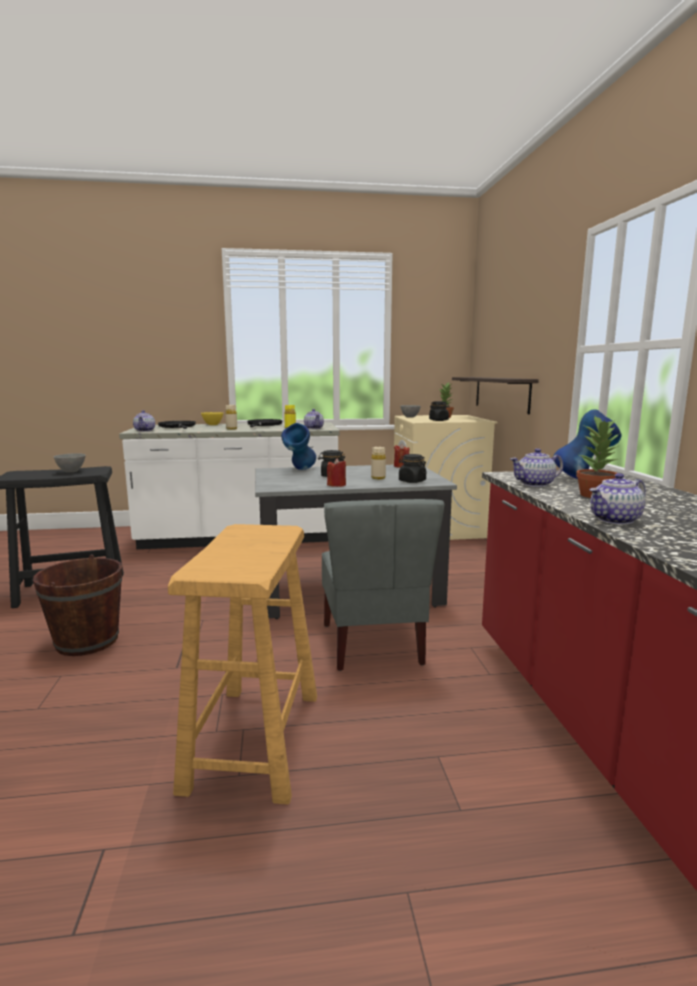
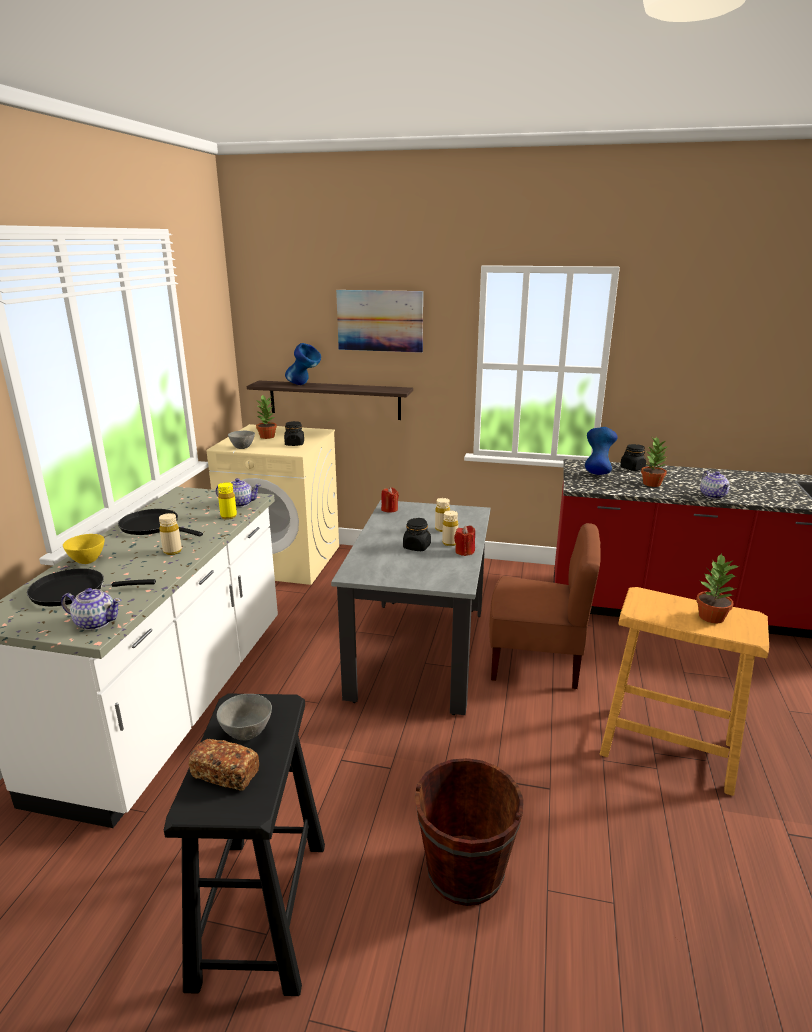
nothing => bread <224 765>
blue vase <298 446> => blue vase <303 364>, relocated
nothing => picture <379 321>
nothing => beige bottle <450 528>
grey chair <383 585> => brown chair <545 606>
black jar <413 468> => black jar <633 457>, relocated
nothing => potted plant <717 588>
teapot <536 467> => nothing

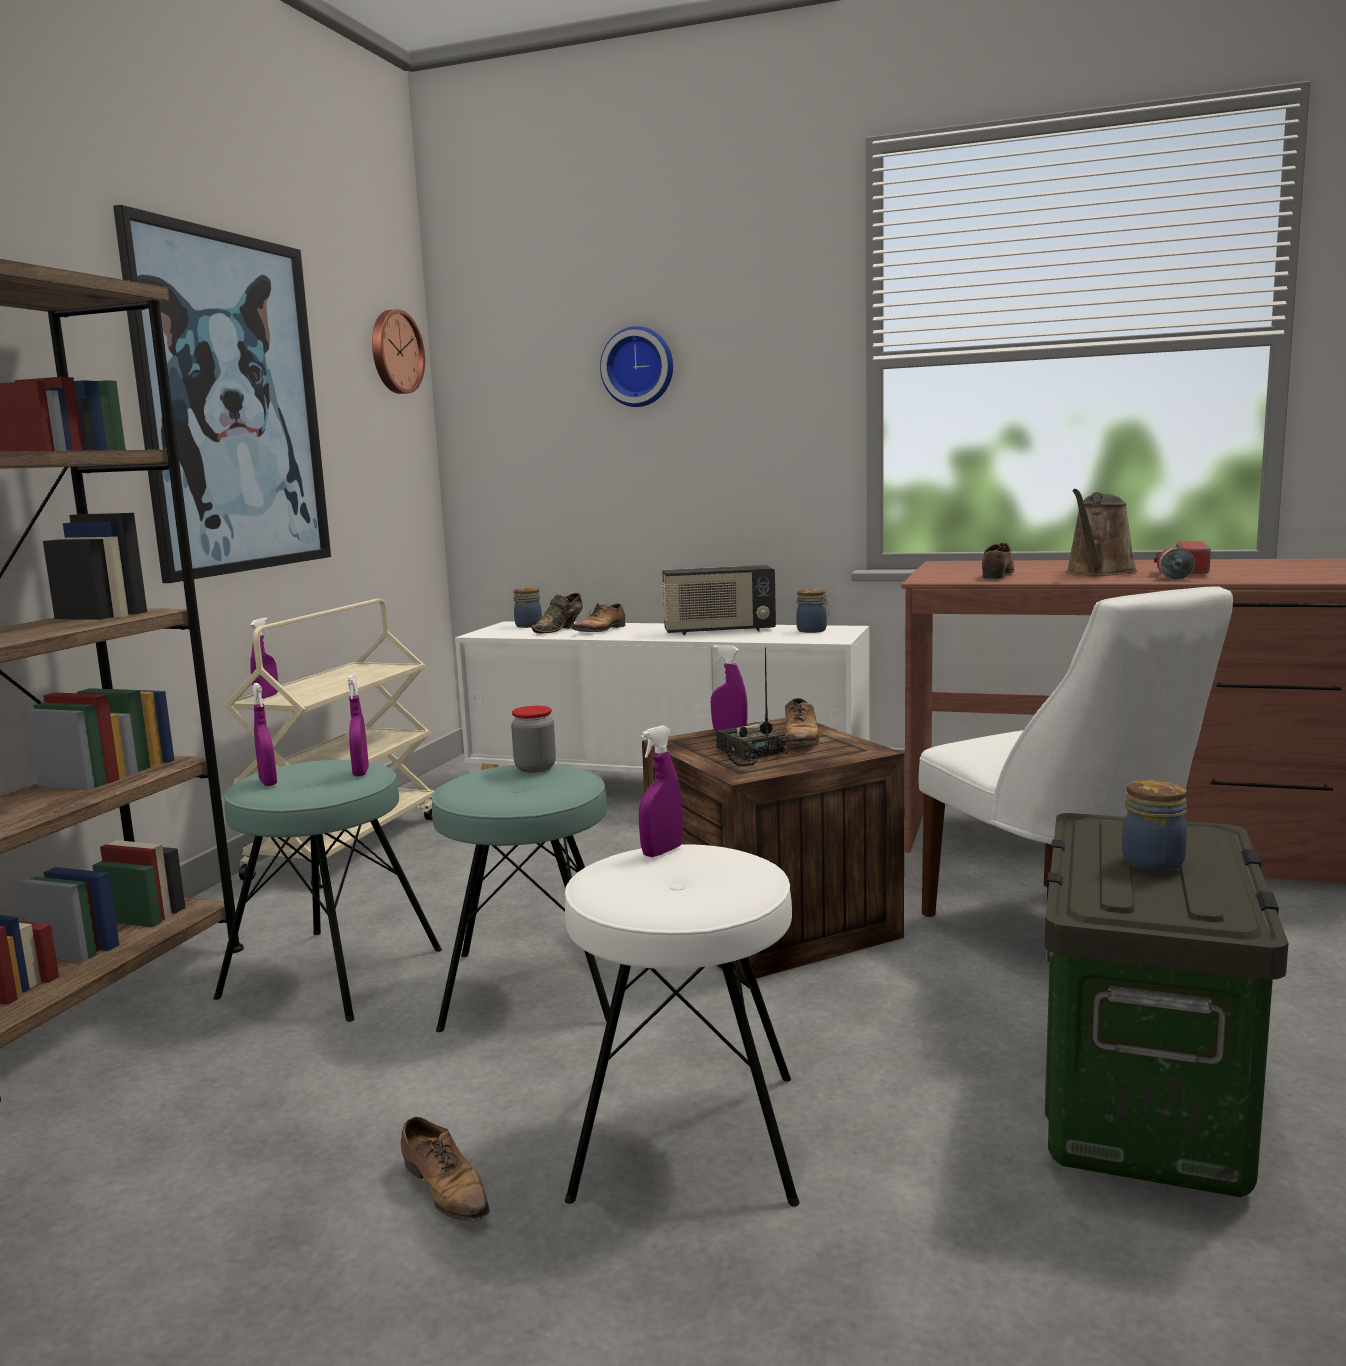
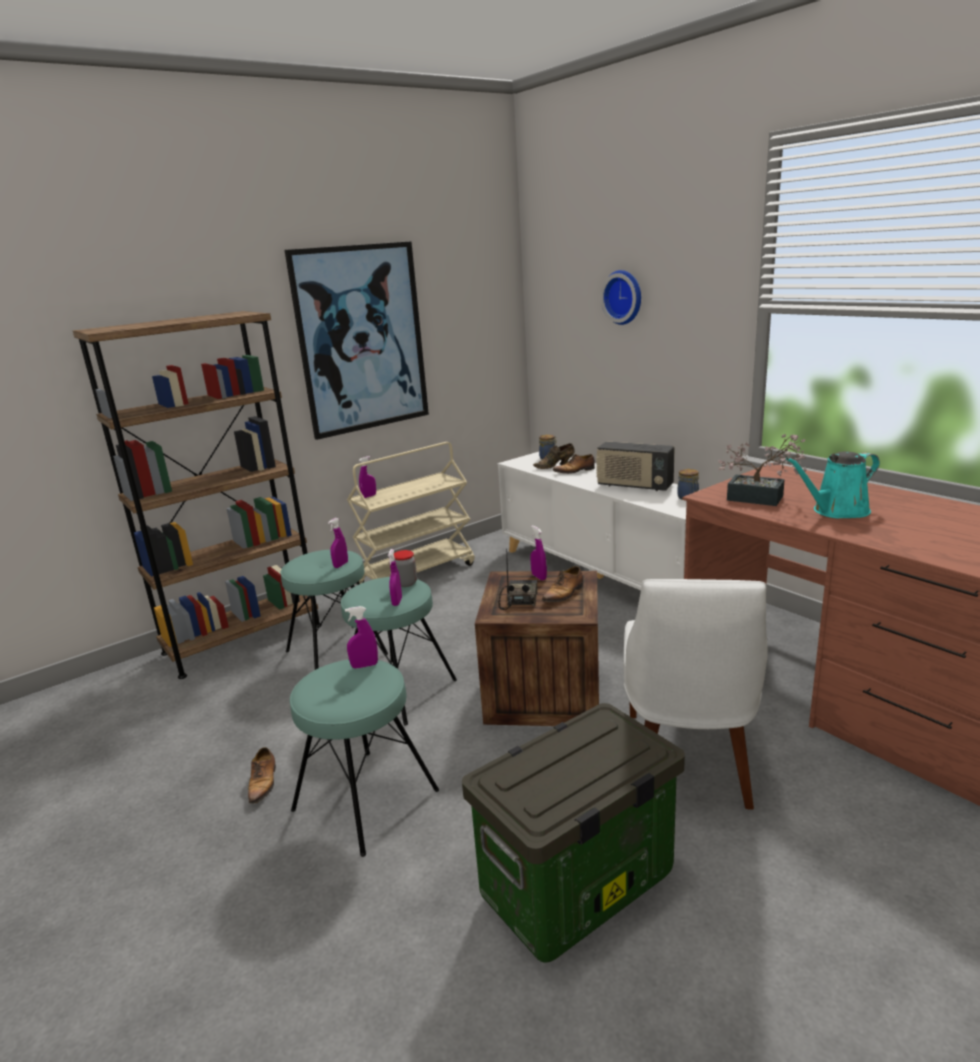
white stool <682 1025> => turquoise stool <364 758>
purple spray bottle <265 734> => purple spray bottle <395 577>, relocated
shoe <998 561> => potted plant <762 470>
brown watering can <1101 532> => turquoise watering can <833 485>
wall clock <398 351> => nothing
jar <1154 825> => nothing
flashlight <1182 560> => nothing

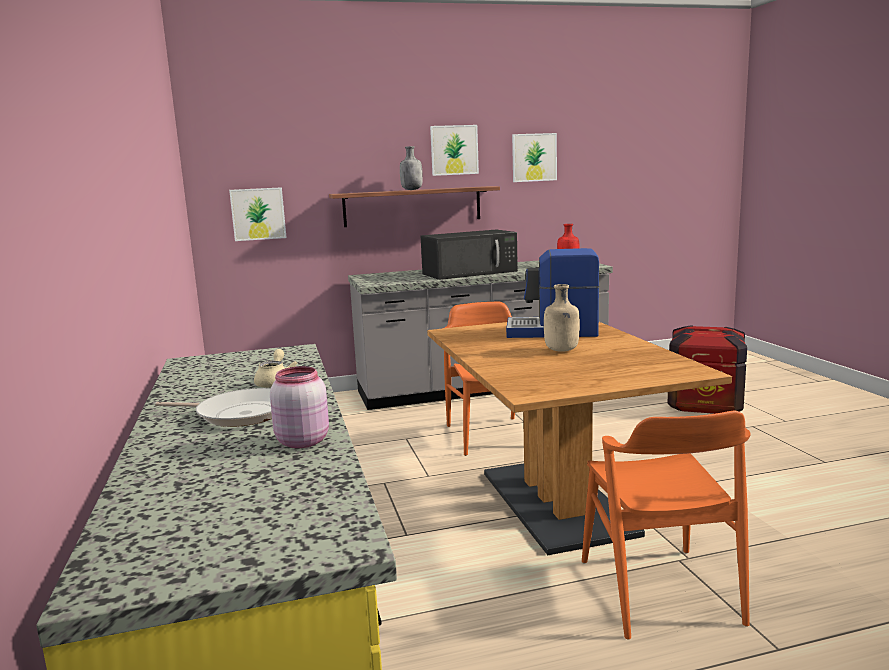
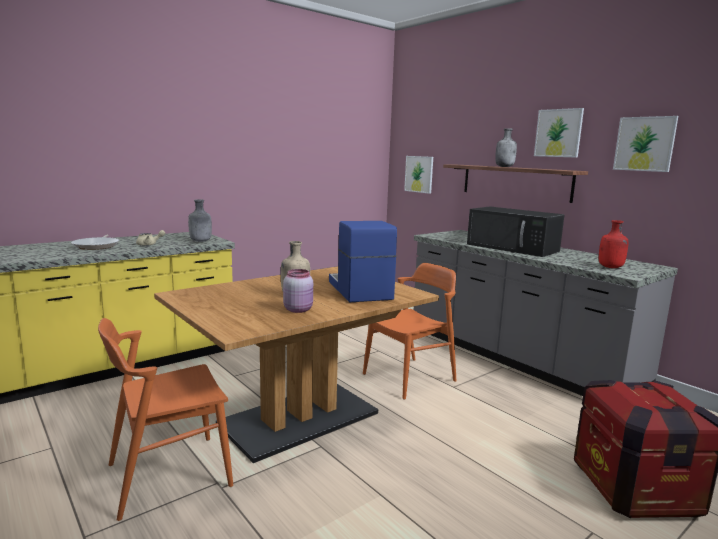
nothing => grey bottle <200 221>
pink jar <299 407> => pink jar <298 291>, relocated

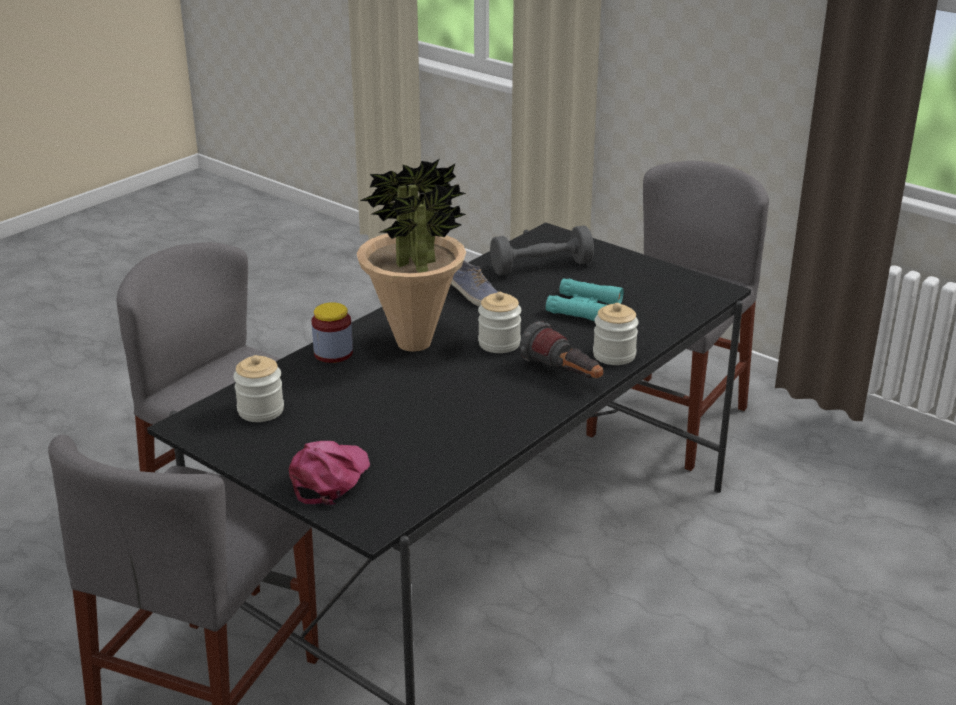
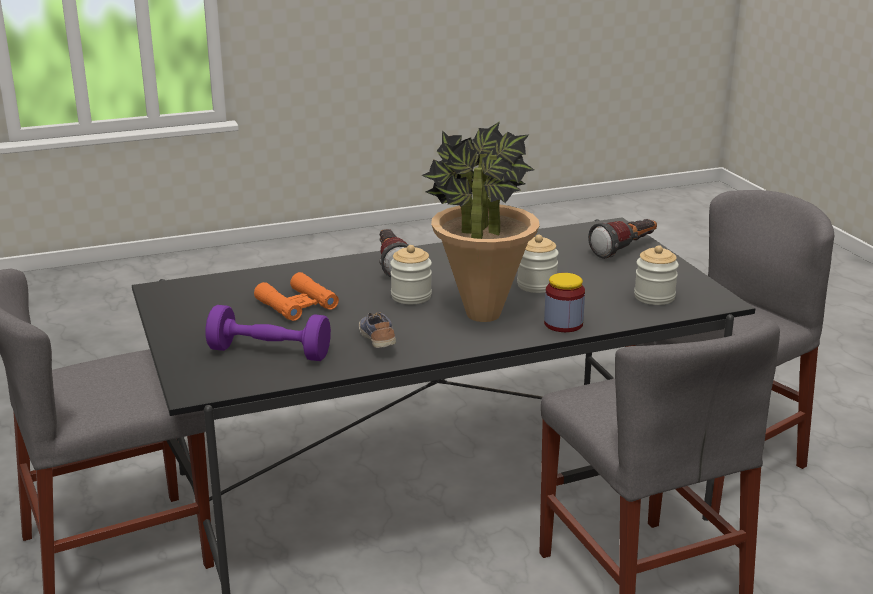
grey dumbbell <542 250> => purple dumbbell <268 333>
turquoise binoculars <585 299> => orange binoculars <296 296>
jar <616 334> => jar <538 264>, relocated
pink cap <329 473> => flashlight <622 239>

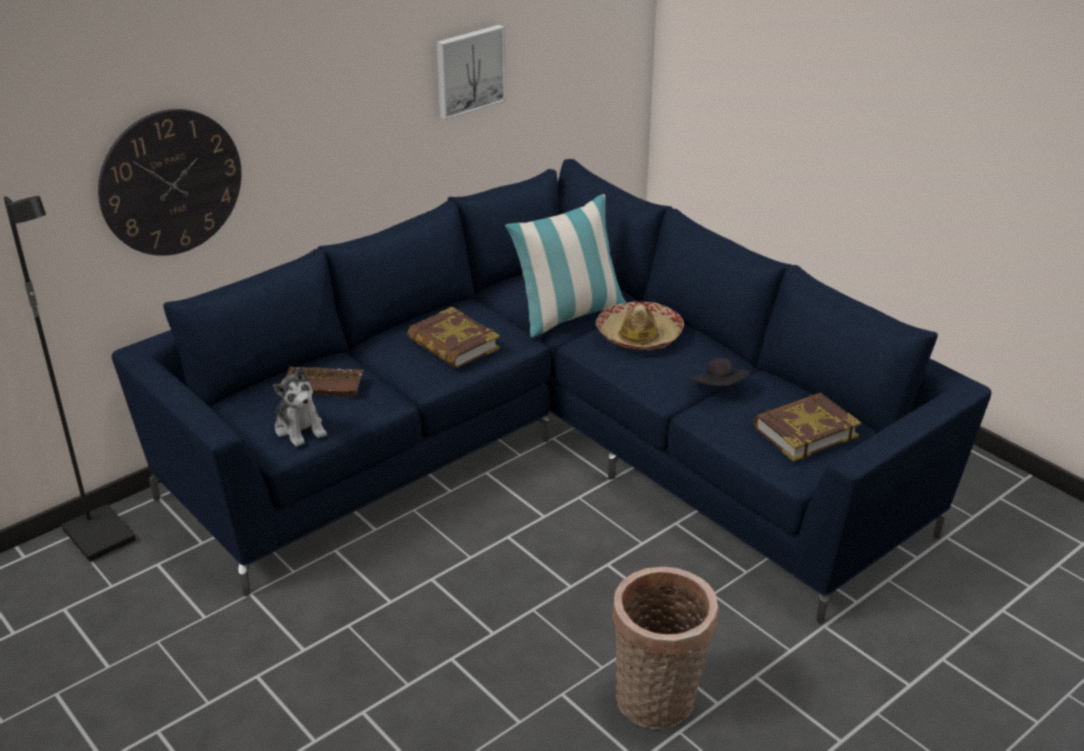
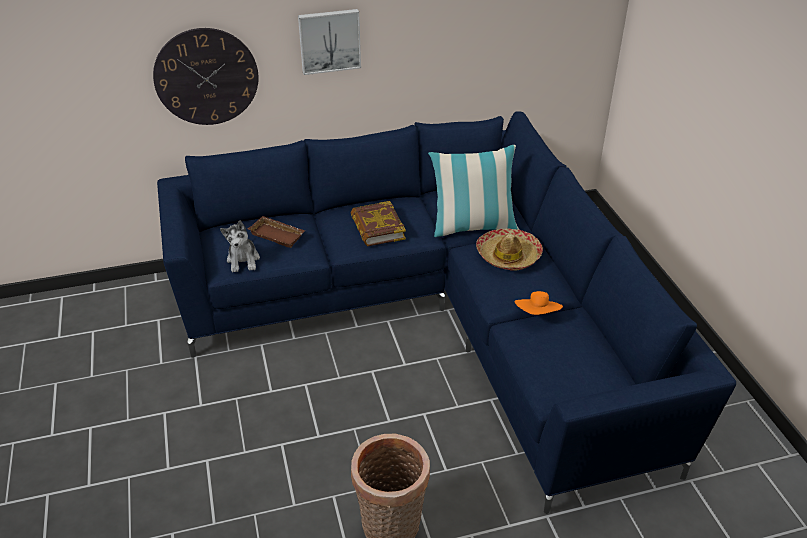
picture <471 72> => picture <329 42>, relocated
black hat <720 372> => orange hat <539 303>
black floor lamp <70 379> => nothing
book <807 427> => nothing

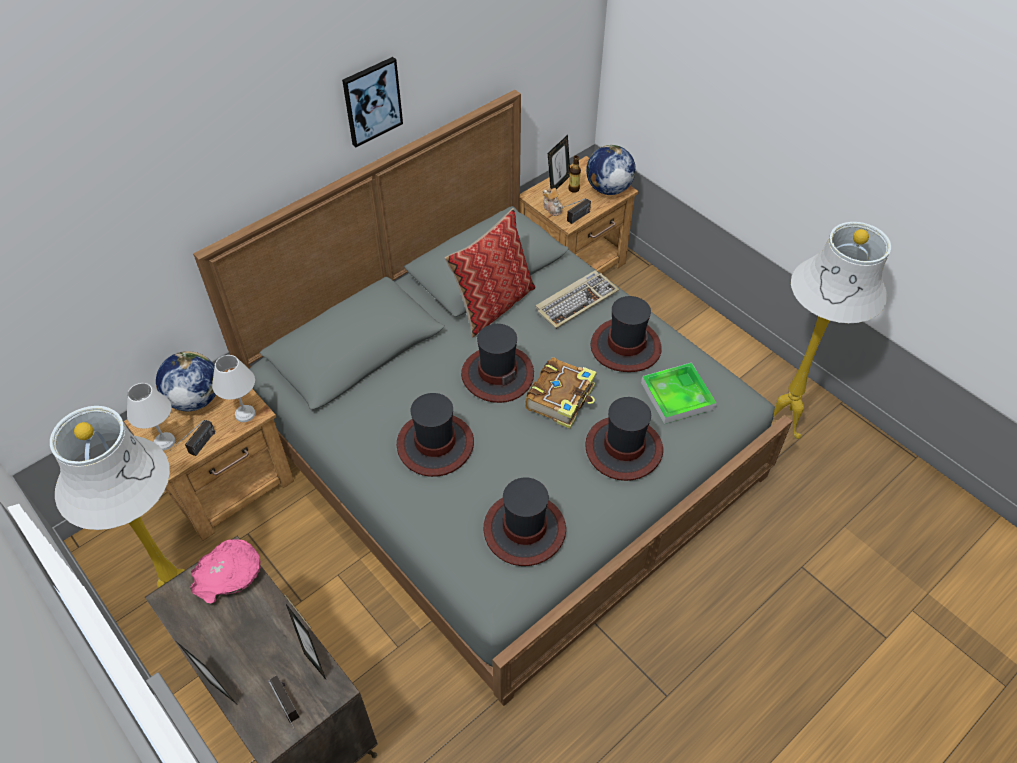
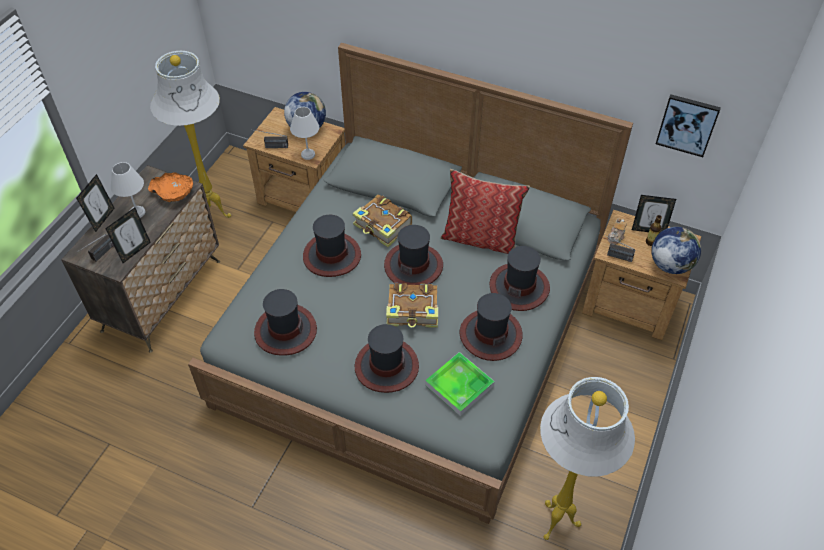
white table lamp <151 416> => white table lamp <128 190>, relocated
pink bowl <226 571> => orange bowl <170 187>
nothing => book <382 220>
keyboard <577 299> => hat <520 278>
picture <372 102> => picture <688 125>, relocated

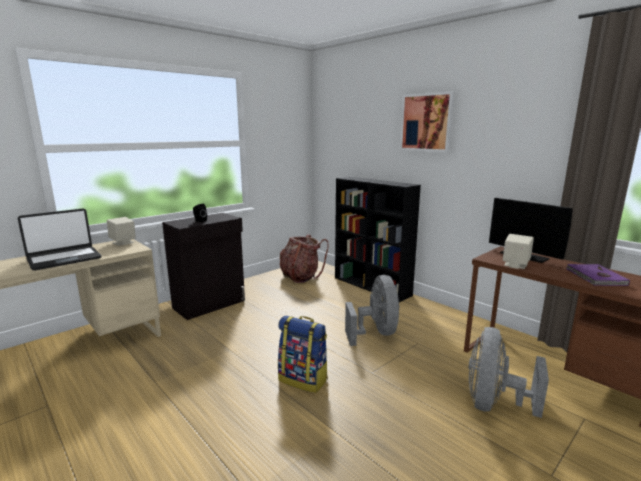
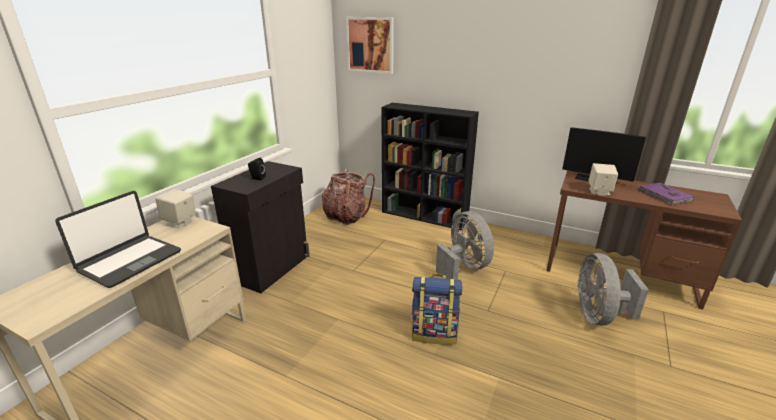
picture <427 121> => picture <370 45>, relocated

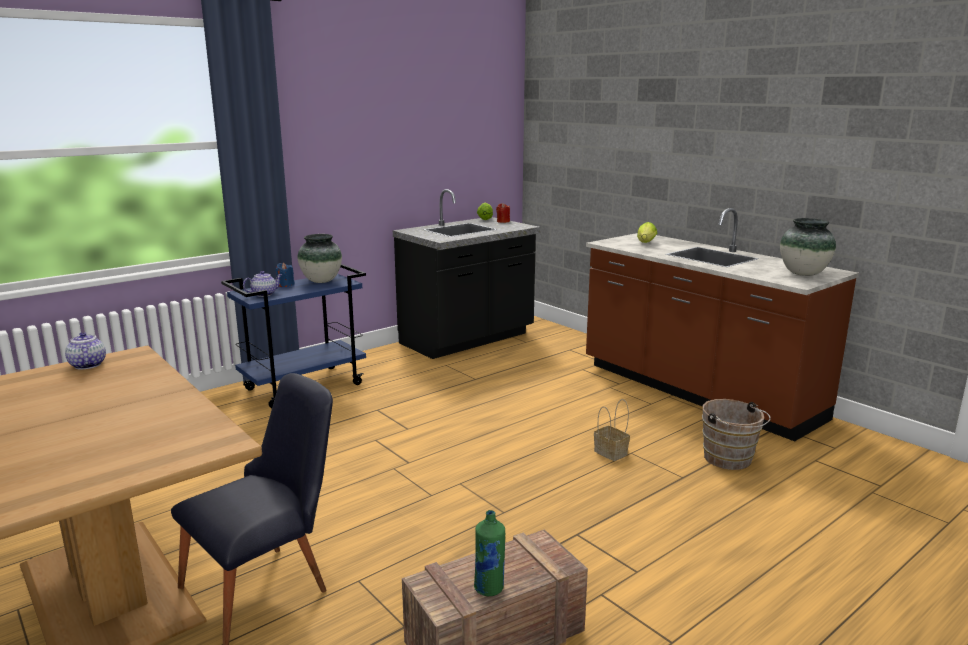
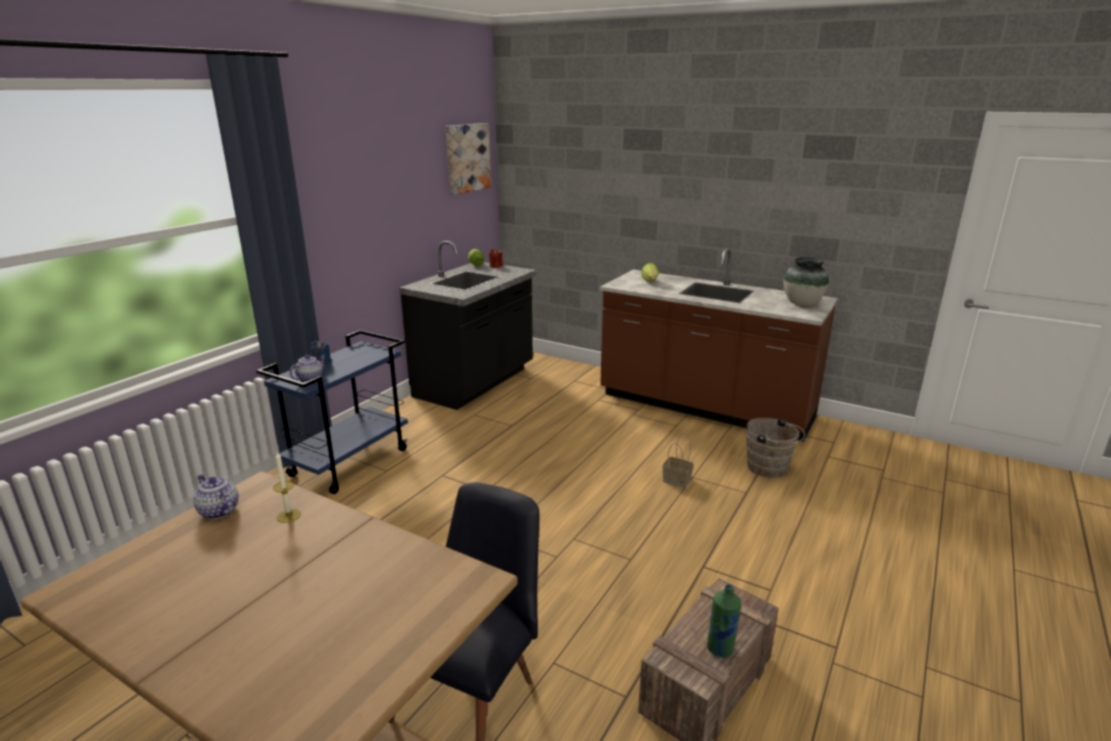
nothing => candle <287 487>
nothing => picture <468 159>
vase <320 258> => nothing

